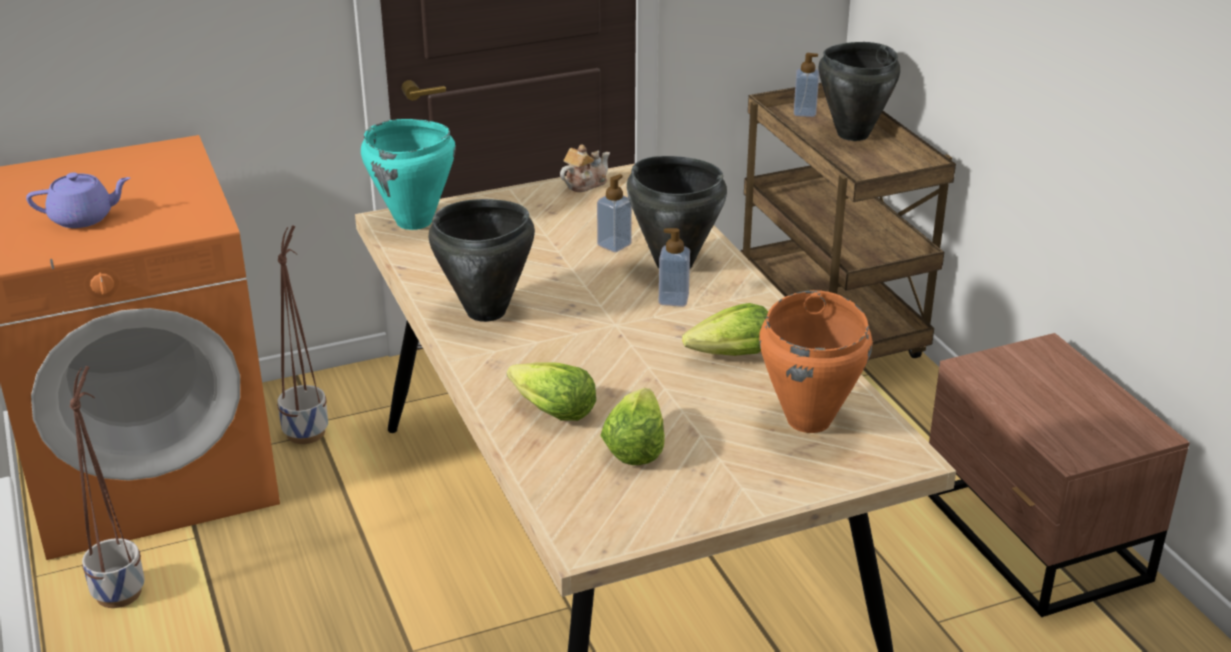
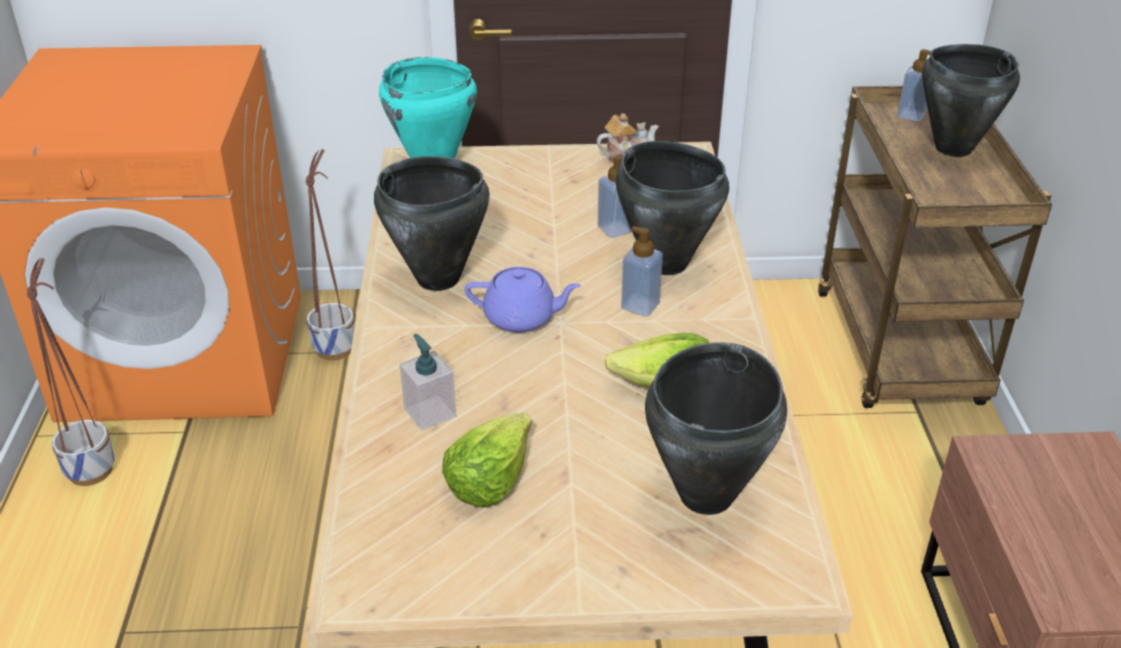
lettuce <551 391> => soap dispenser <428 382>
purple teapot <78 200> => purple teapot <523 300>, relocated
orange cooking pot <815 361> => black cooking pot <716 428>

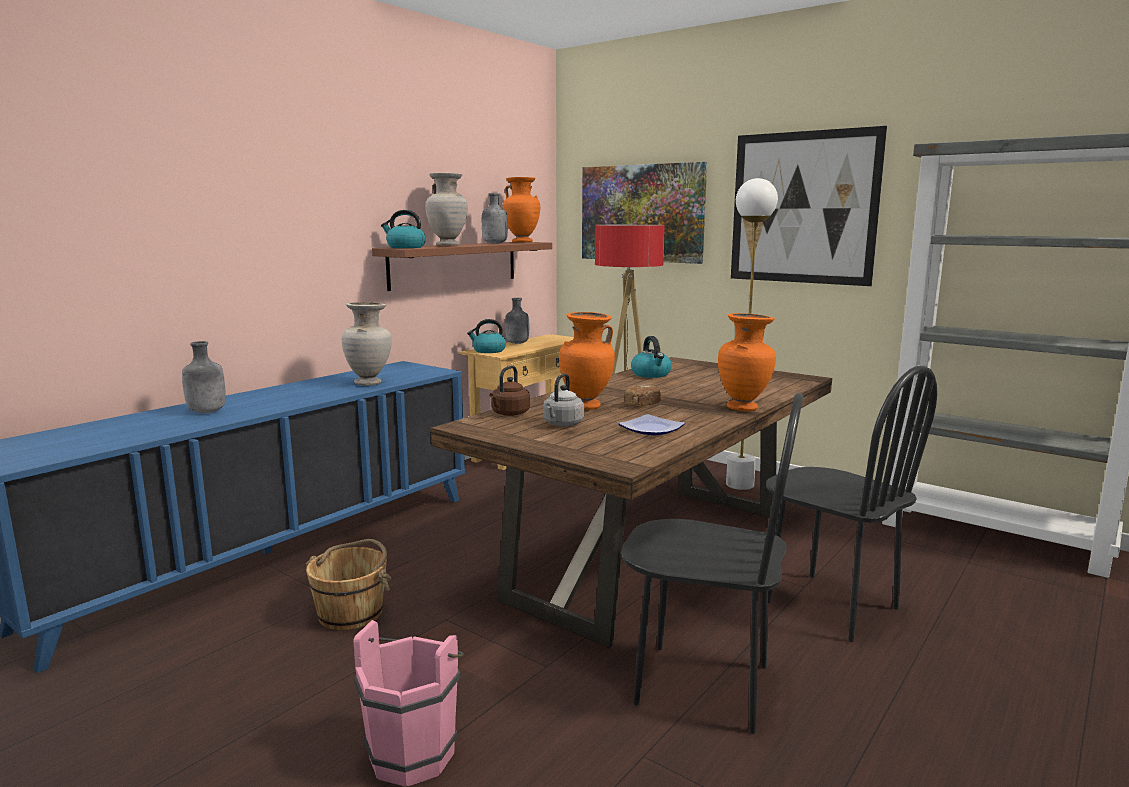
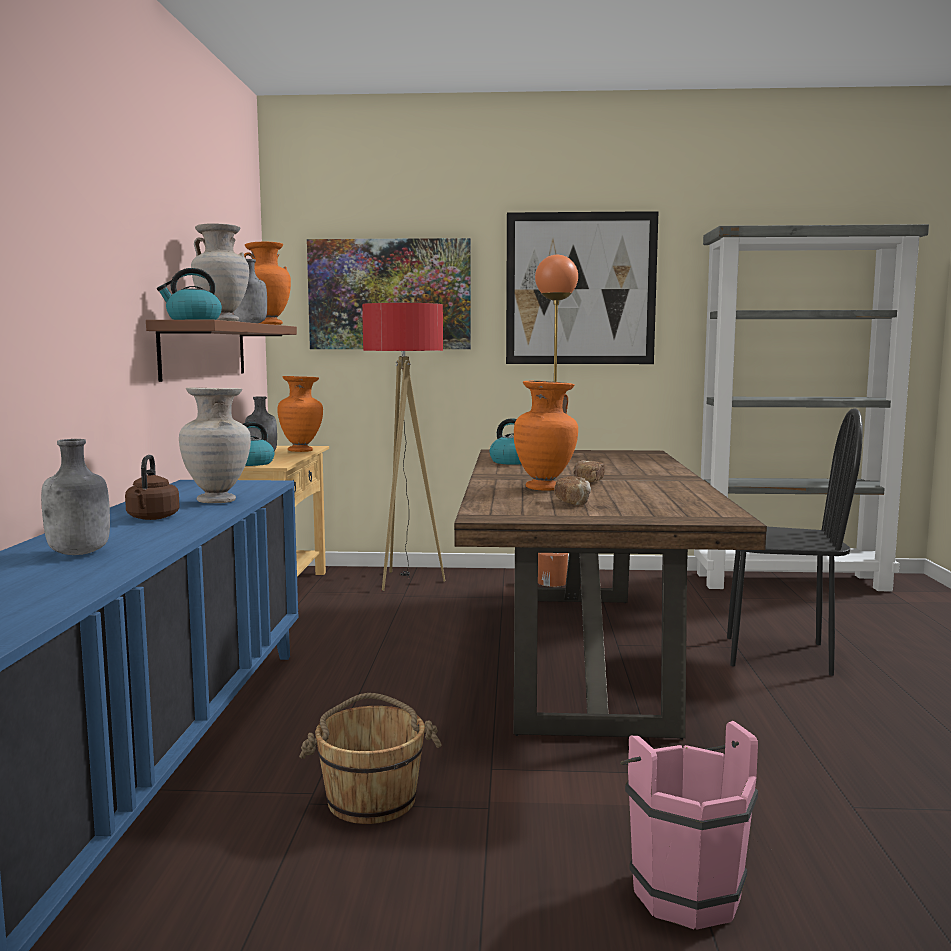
brown kettle <509 390> => brown kettle <152 487>, relocated
orange vase <747 362> => orange vase <300 414>, relocated
white floor lamp <752 334> => orange floor lamp <556 421>
grey kettle <564 399> => bread <572 490>
plate <651 424> => nothing
black chair <712 563> => nothing

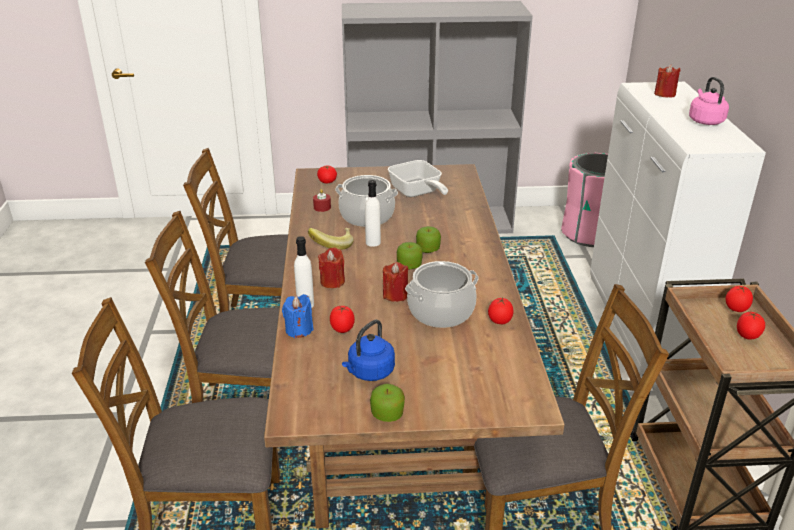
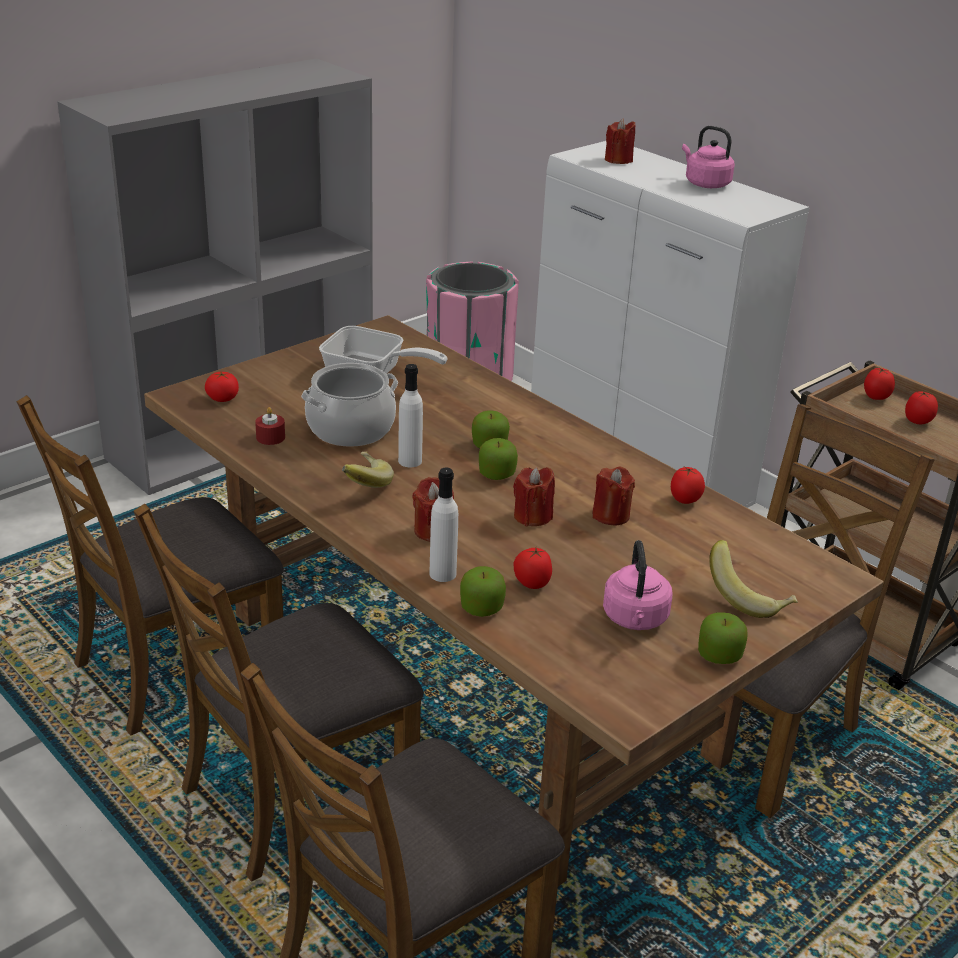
blue candle <298 316> => apple <483 591>
cooking pot <442 294> => red candle <613 496>
blue kettle <368 350> => pink kettle <638 585>
nothing => banana <753 579>

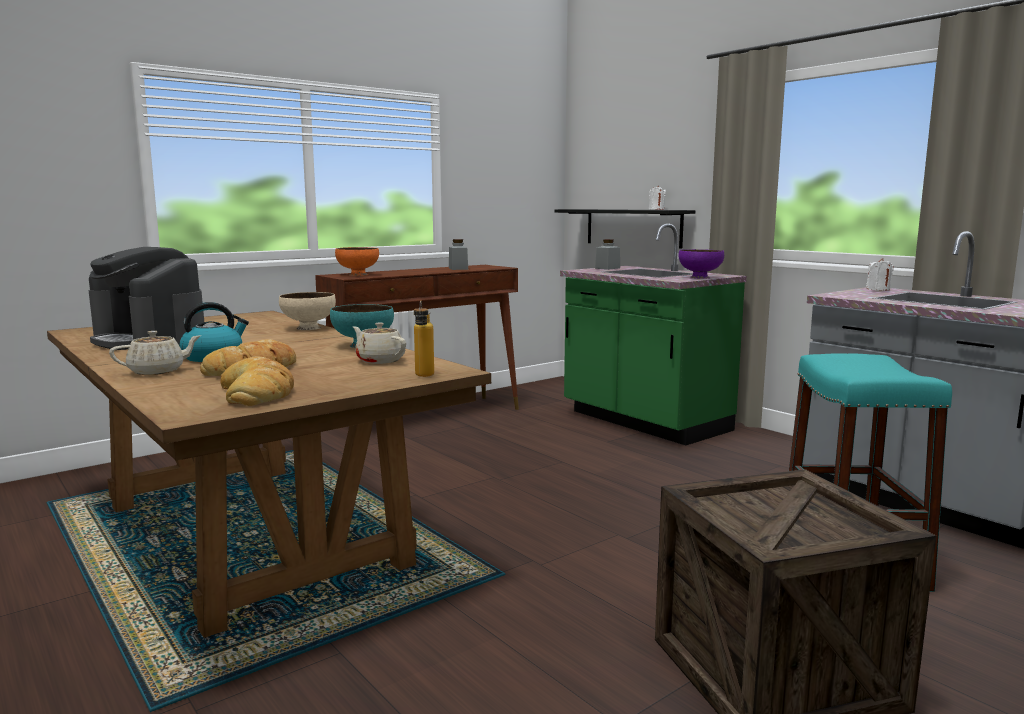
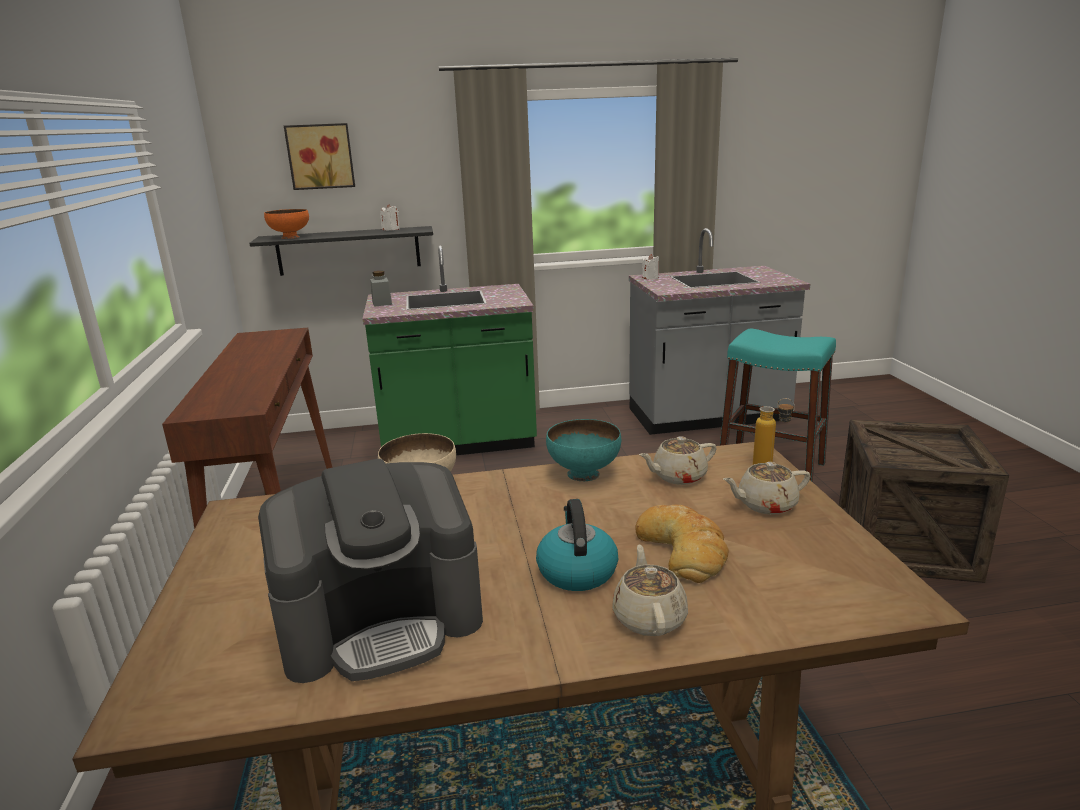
orange bowl <357 261> => orange bowl <286 224>, relocated
nothing => picture <319 156>
nothing => beige teapot <767 488>
bread <257 381> => nothing
grey jar <458 254> => nothing
purple bowl <701 264> => nothing

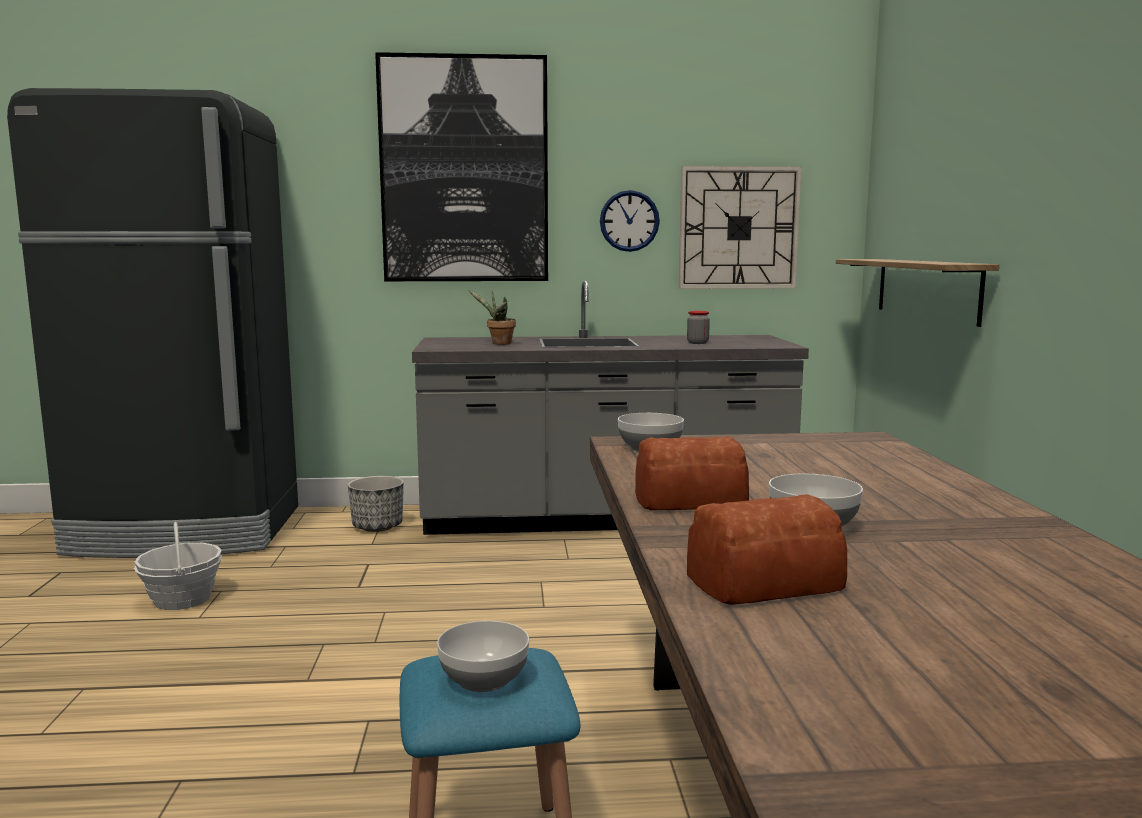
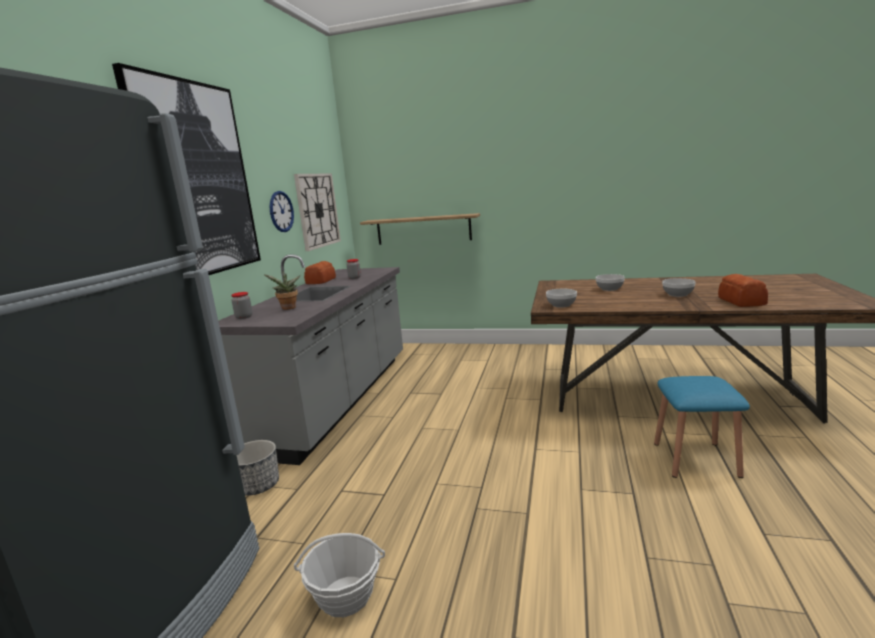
nothing => jar <241 305>
bread <692 473> => bread <320 272>, relocated
bowl <483 656> => bowl <610 282>, relocated

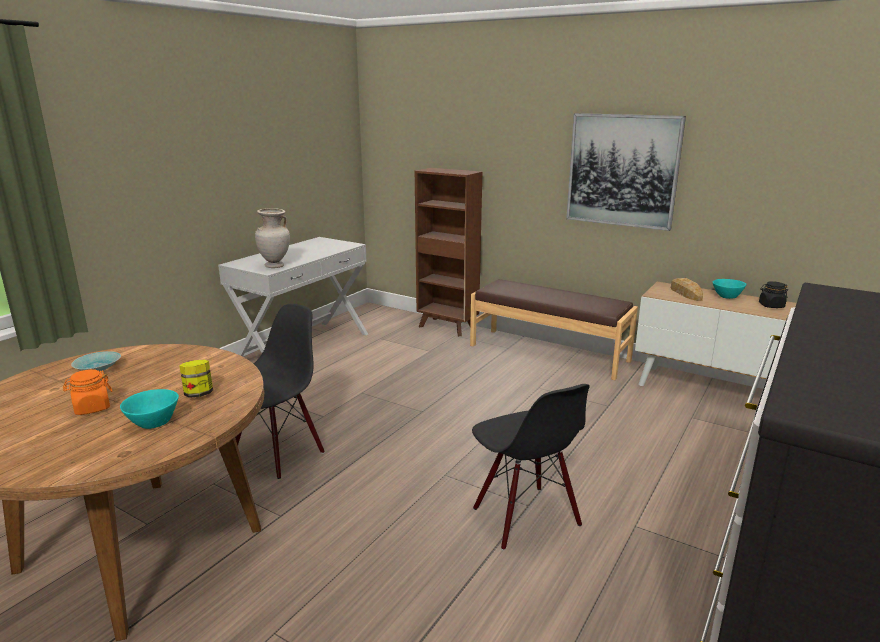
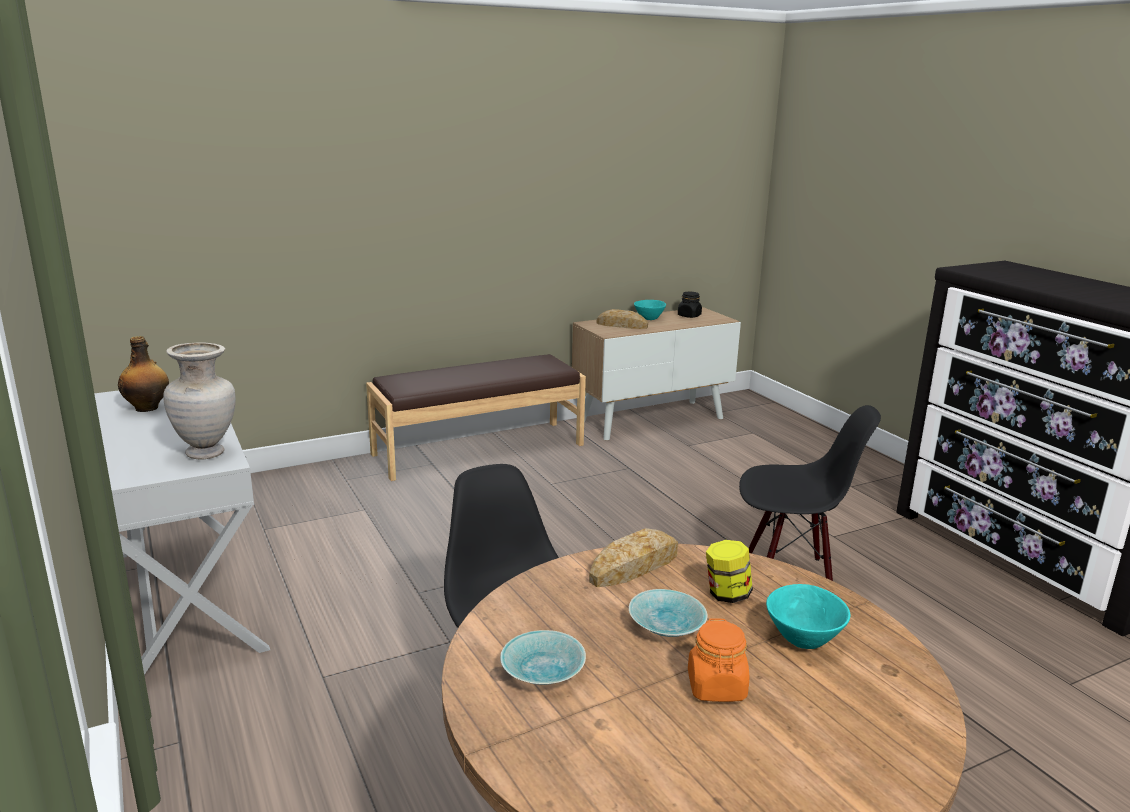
nothing => bottle <143 374>
nothing => bread <633 557>
nothing => turquoise bowl <668 613>
brown bookcase <448 252> => nothing
picture <626 172> => nothing

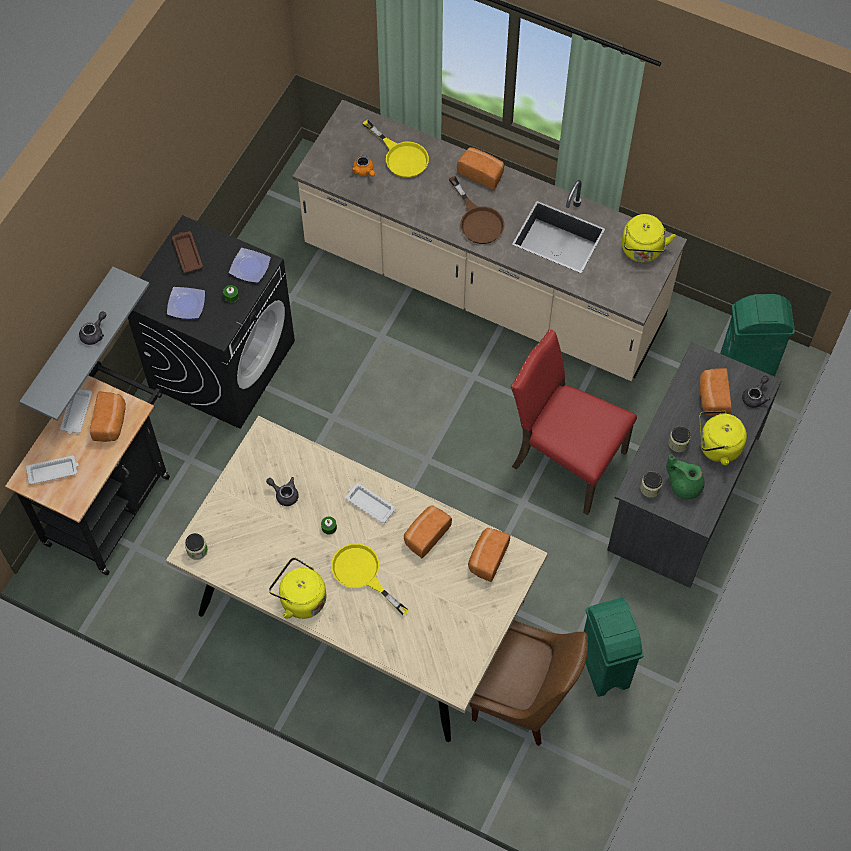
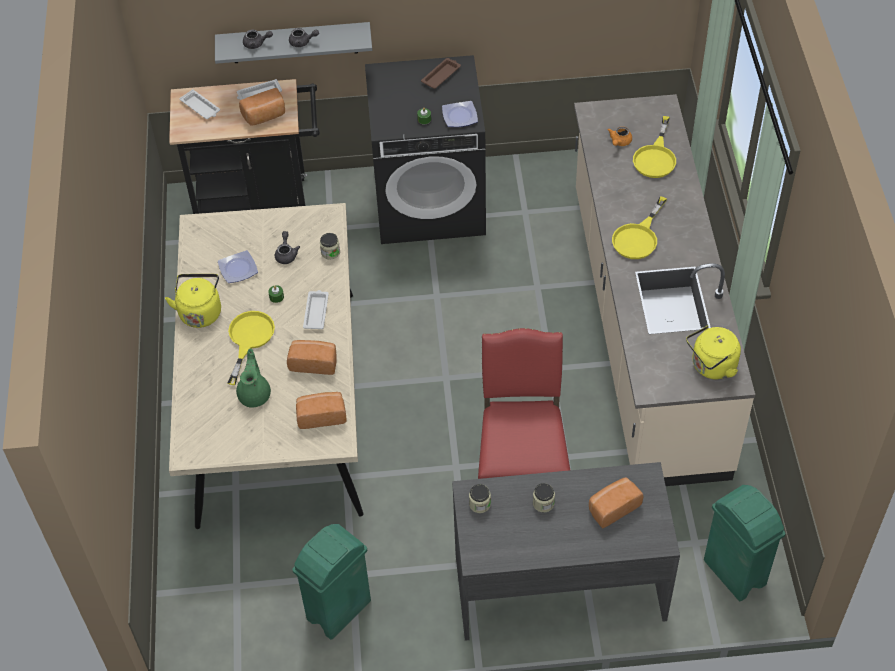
plate <186 303> => plate <238 266>, relocated
green teapot <685 476> => green teapot <253 378>, relocated
grey teapot <756 392> => grey teapot <258 39>, relocated
jar <196 546> => jar <330 246>, relocated
brown frying pan <477 210> => yellow frying pan <639 227>
bread <480 168> => nothing
brown chair <528 683> => nothing
yellow kettle <723 438> => nothing

